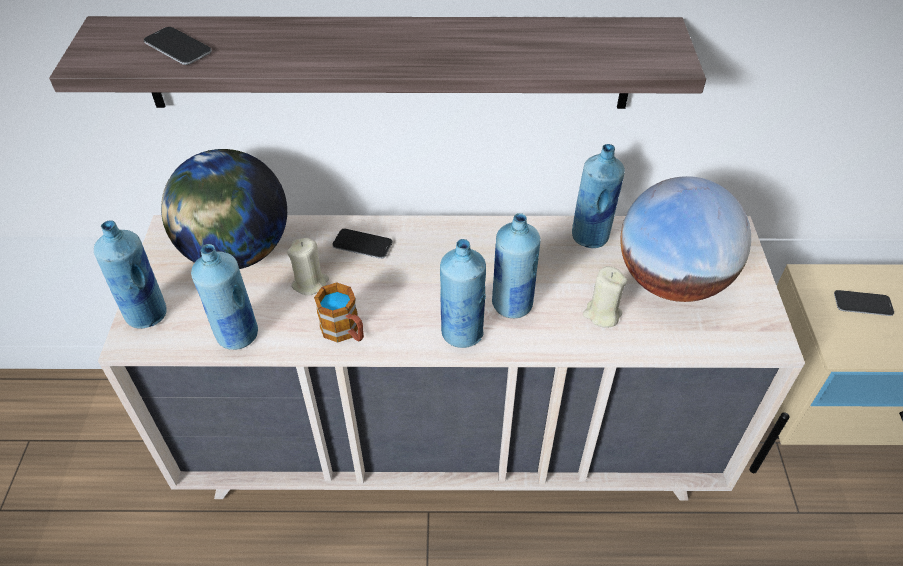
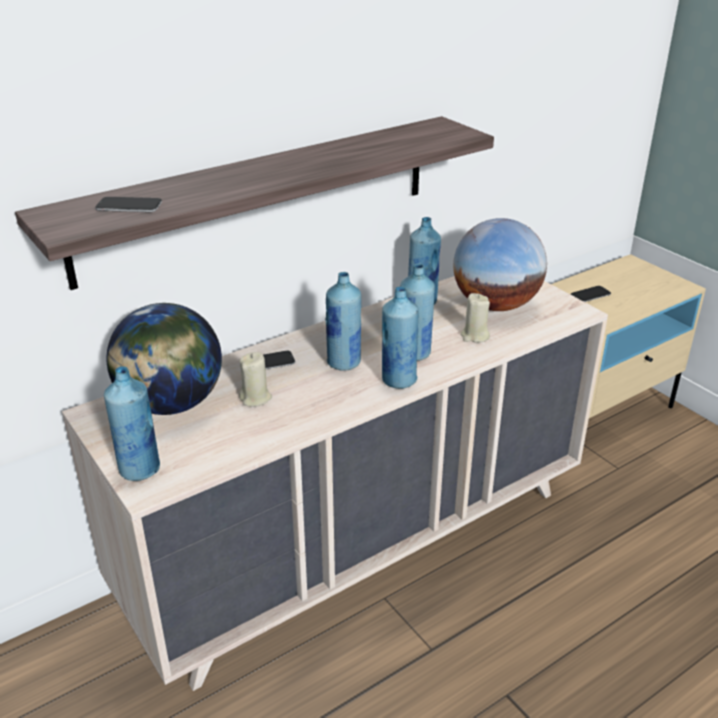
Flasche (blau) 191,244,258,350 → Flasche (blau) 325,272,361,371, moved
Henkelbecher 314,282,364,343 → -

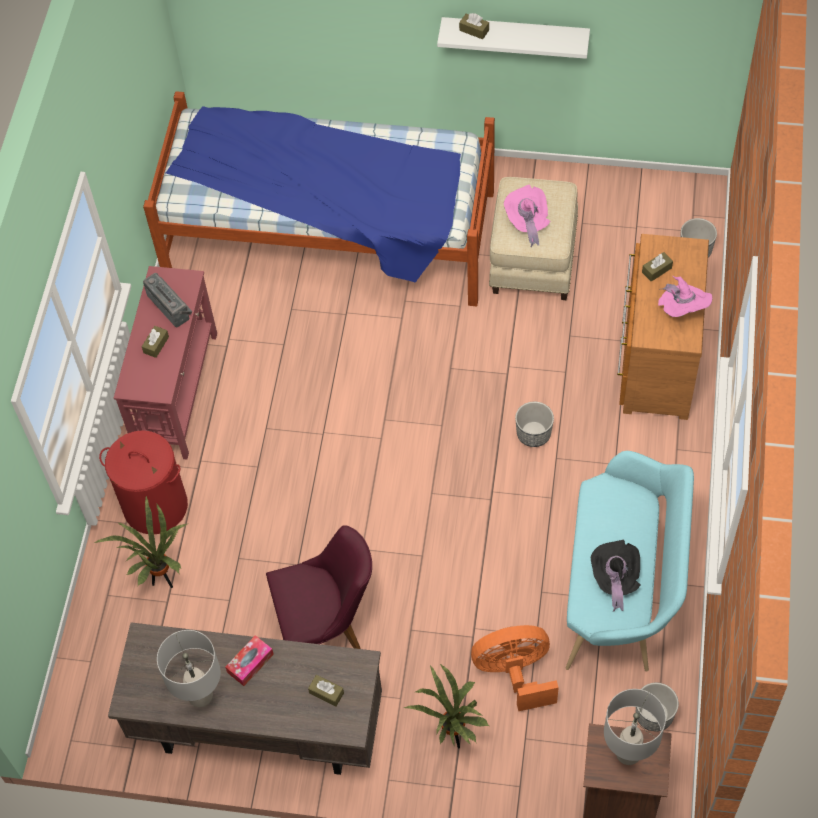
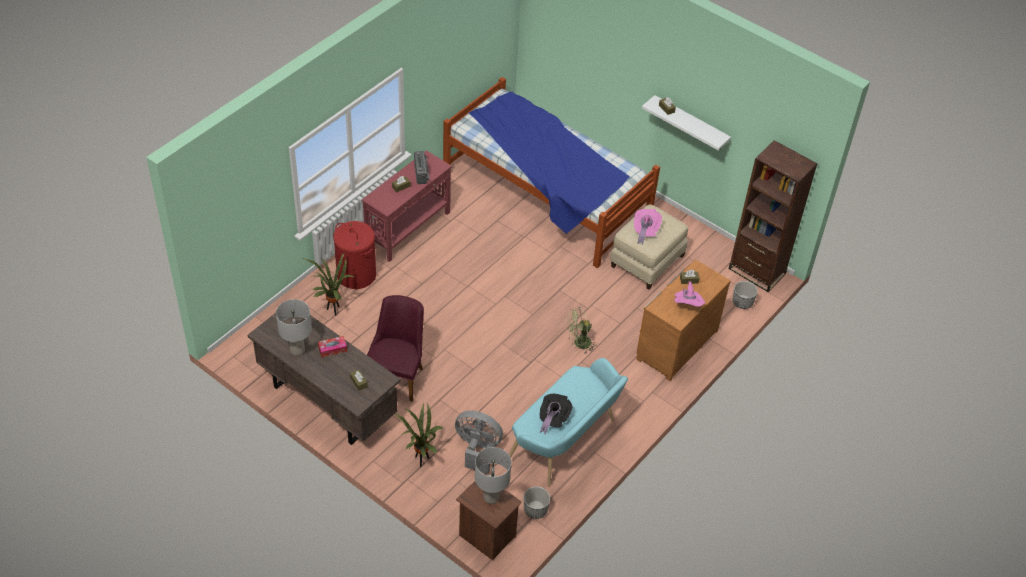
Stuhl (lila) 266,525,372,649 → Stuhl (lila) 367,295,424,402, 90 degrees counterclockwise
Ventilator (orange) 471,625,559,711 → Ventilator (grau) 455,410,503,474
Pflanzkübel 515,402,554,447 → Ventilator (grün) 566,307,597,353
- → Bücherregal (braun) 729,140,817,292

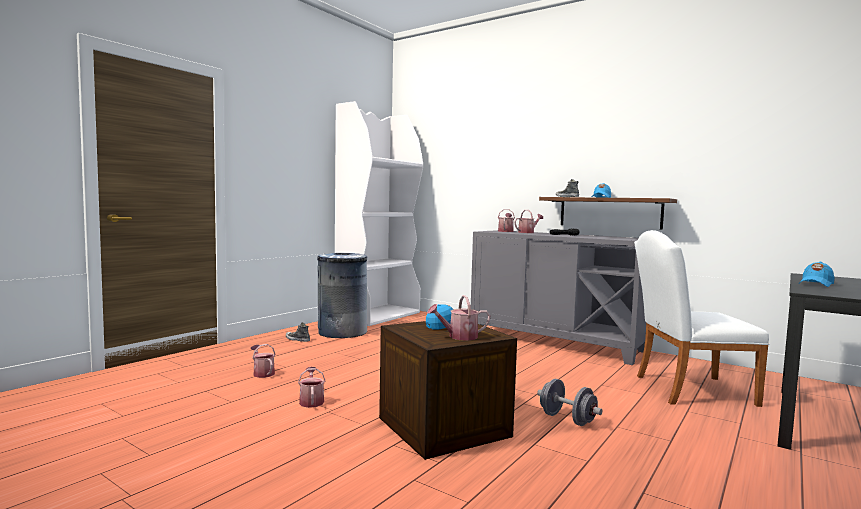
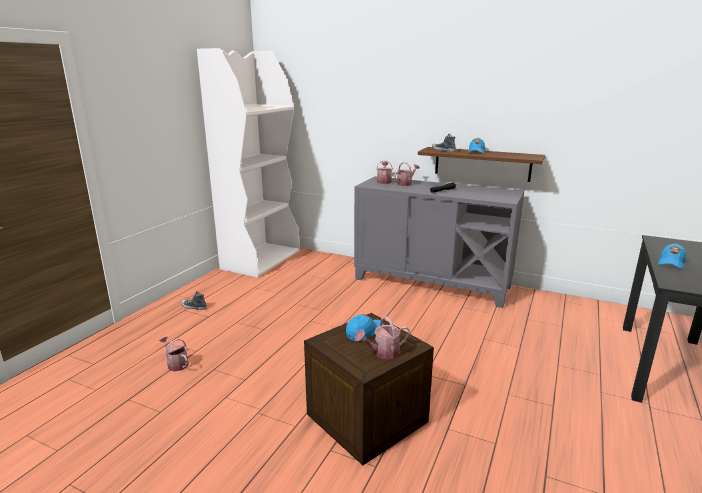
Gießkanne 298,367,325,408 → -
Mülleimer (grau) 317,253,368,338 → -
Hantel (grau) 537,379,602,426 → -
Stuhl (weiß) 634,230,769,407 → -

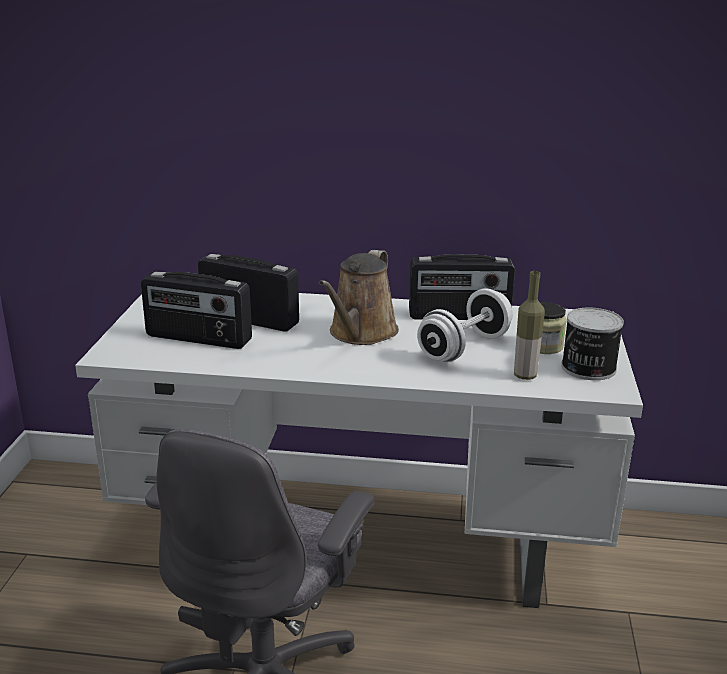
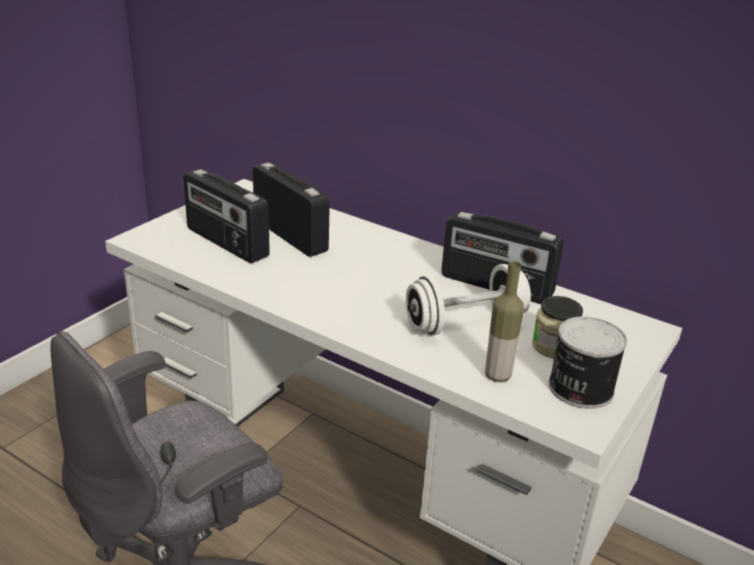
Gießkanne (braun) 319,250,399,345 → -

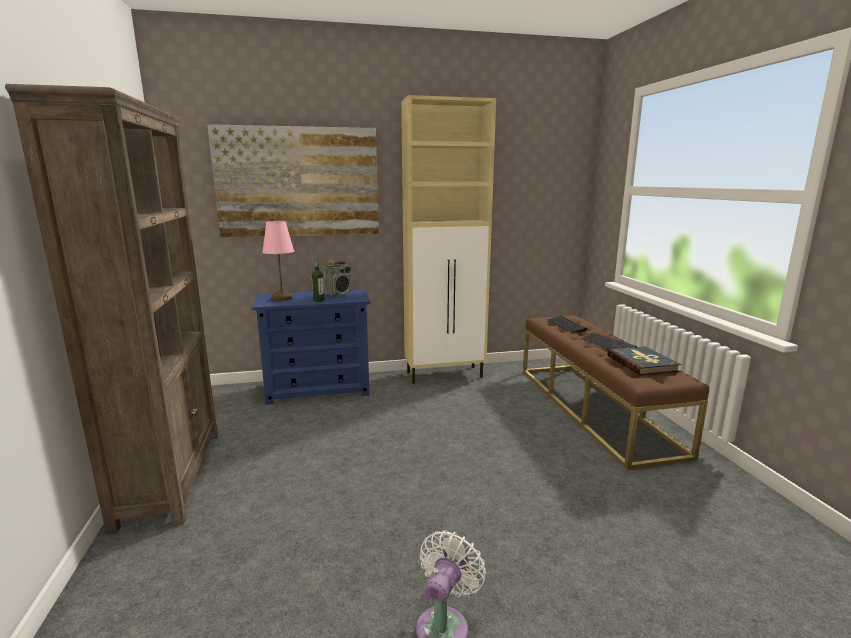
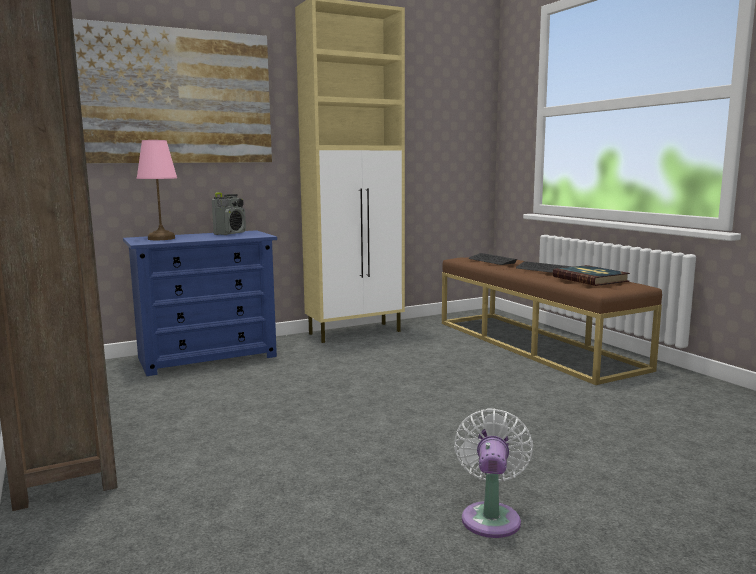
Flasche 312,259,325,302 → -

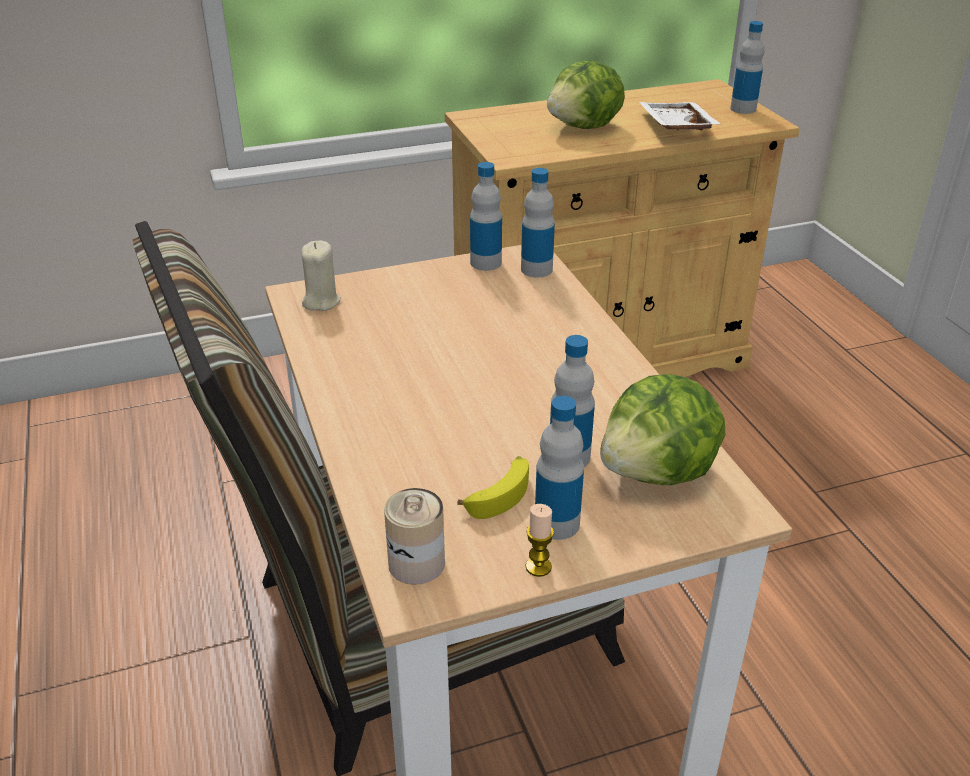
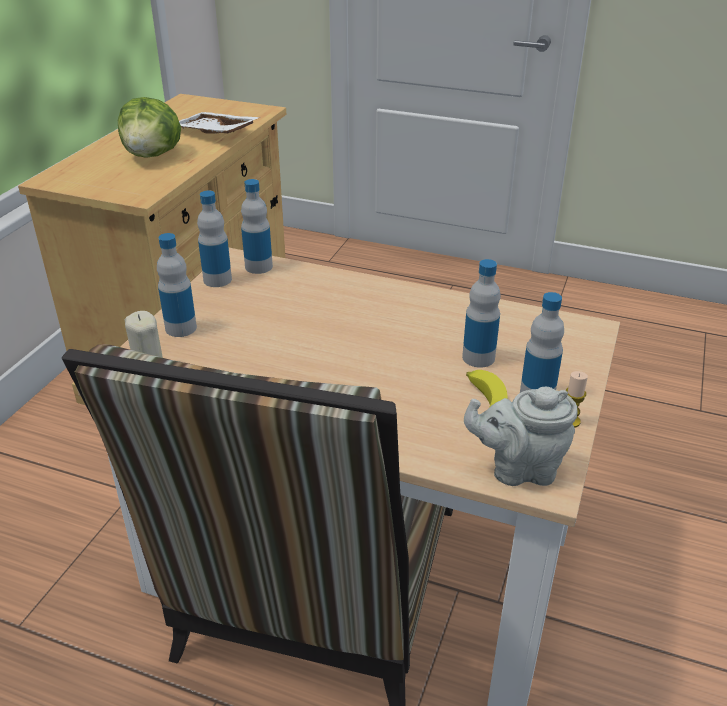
Dose 384,488,445,585 → Teekanne (grau) 464,386,577,486
Salatkopf 600,374,725,485 → -
Flasche 730,21,764,114 → Flasche 157,233,197,337, moved

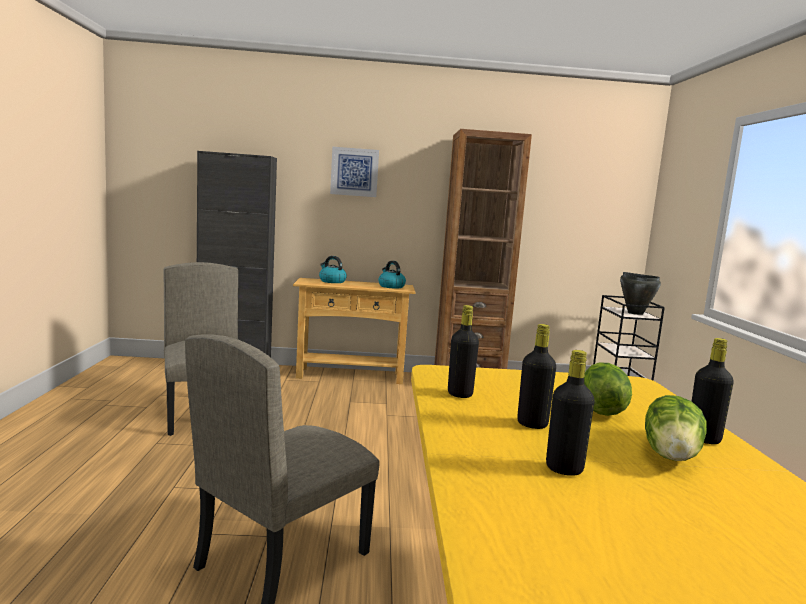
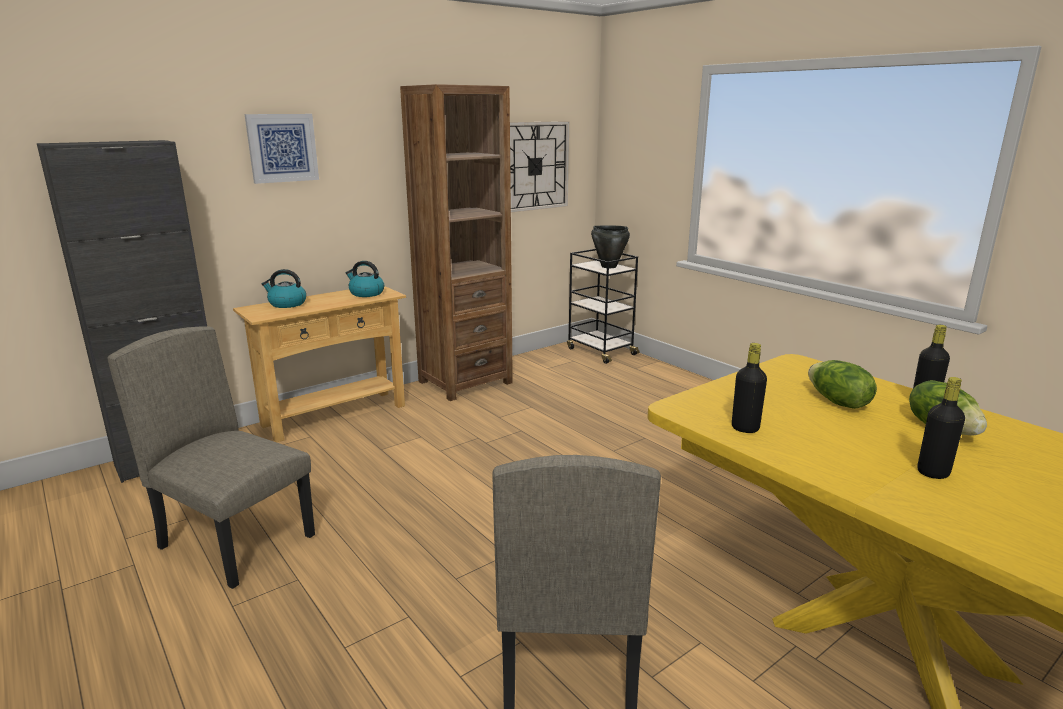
Flasche (schwarz) 517,324,556,429 → -
- → Wanduhr 510,121,569,213

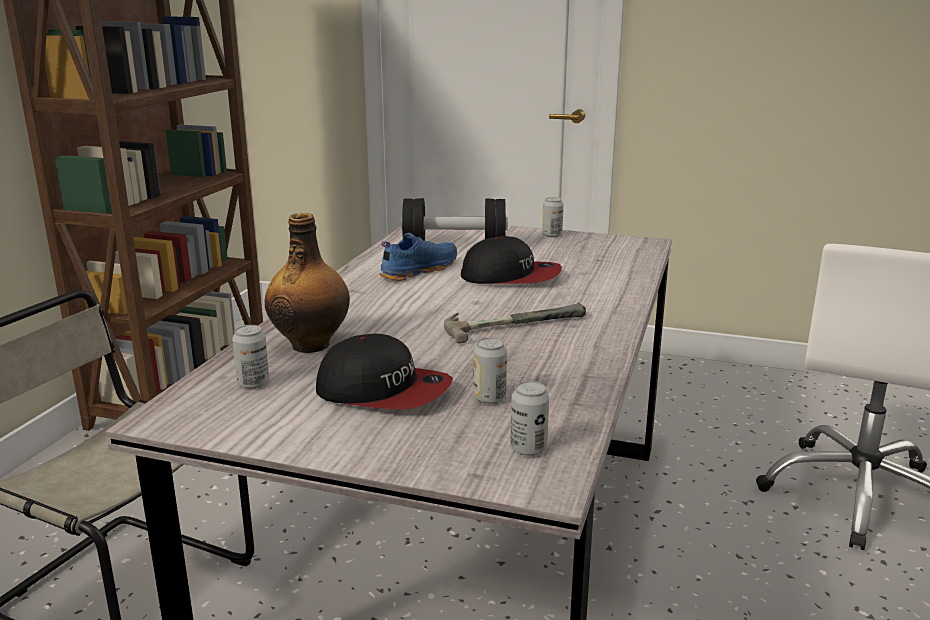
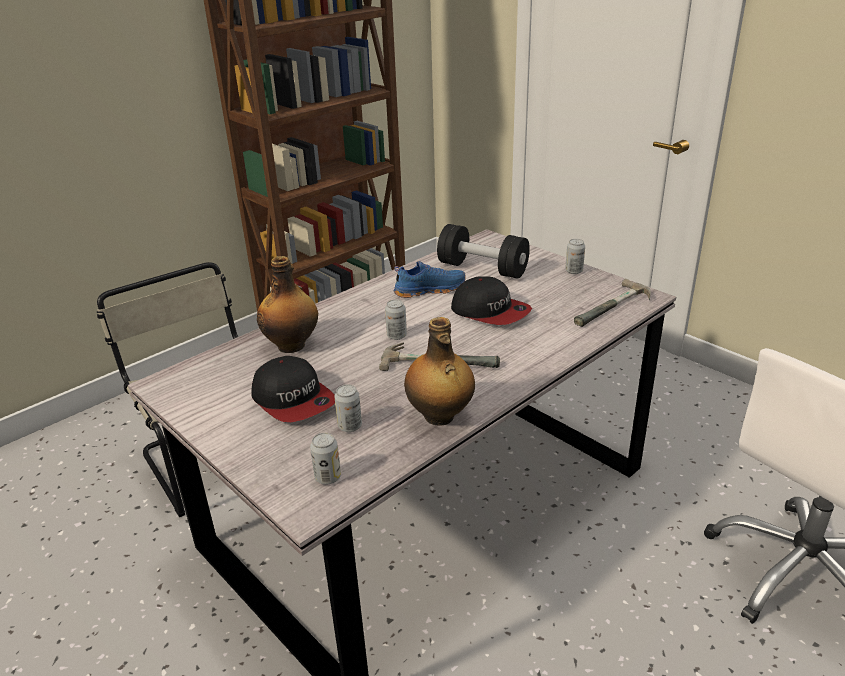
Dose 232,325,269,389 → Dose 385,299,407,340, moved
- → Flasche 404,317,475,426
- → Hammer 574,279,651,327

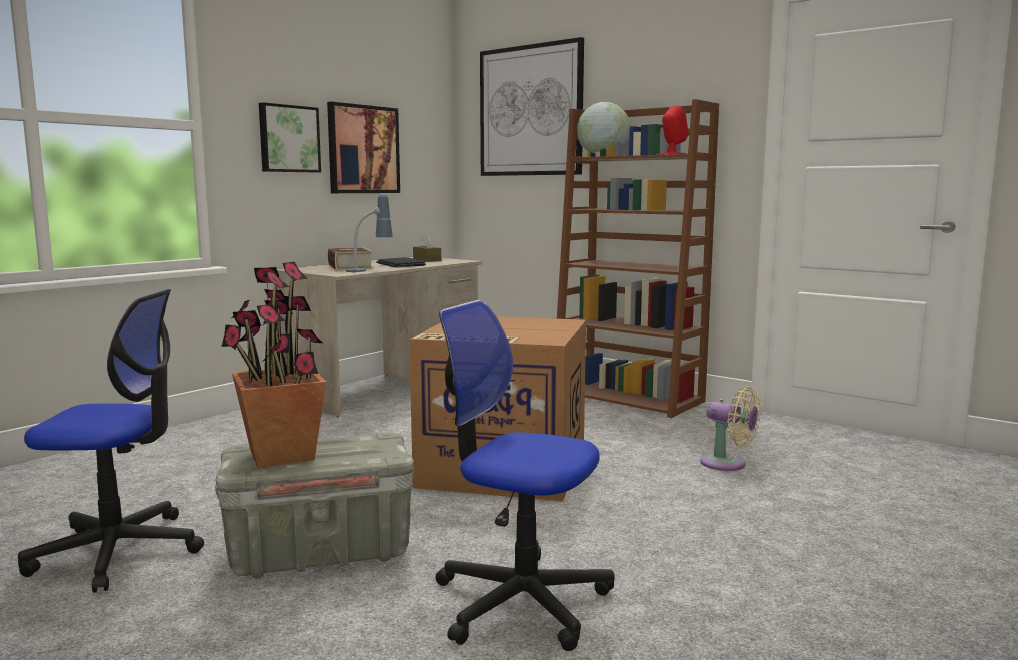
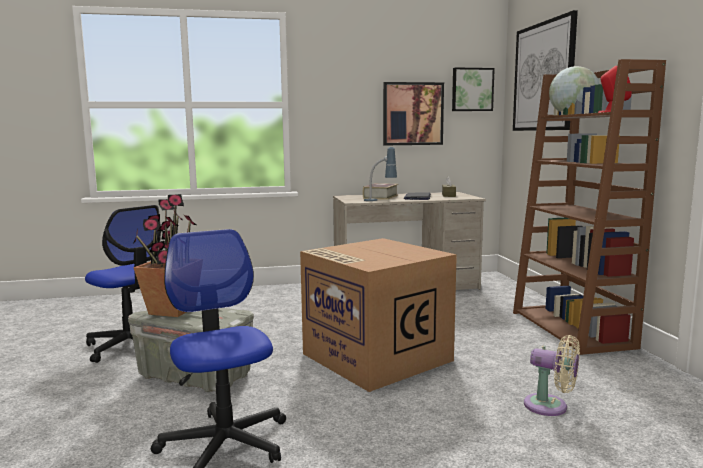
Bild 259,102,321,173 → Bild 452,67,495,111, moved
Ventilator (beige) 700,387,761,471 → Ventilator (beige) 524,335,580,416, 45 degrees counterclockwise

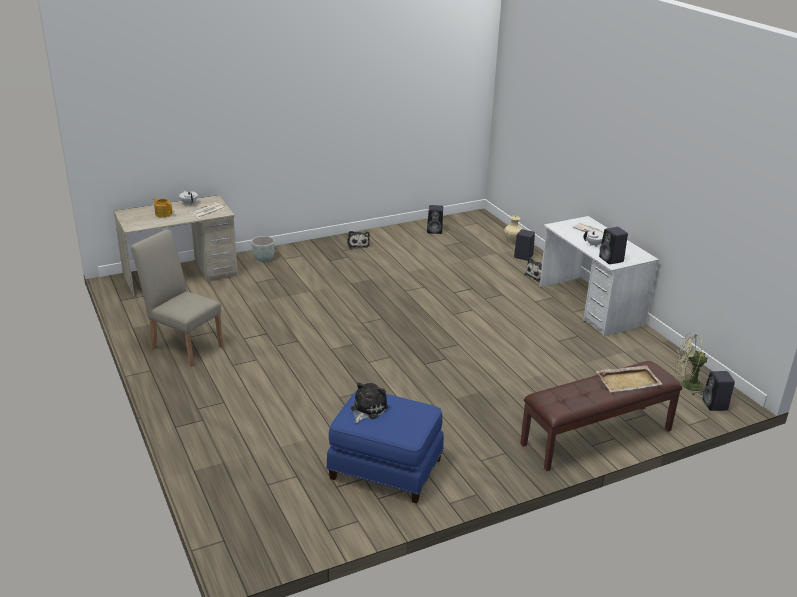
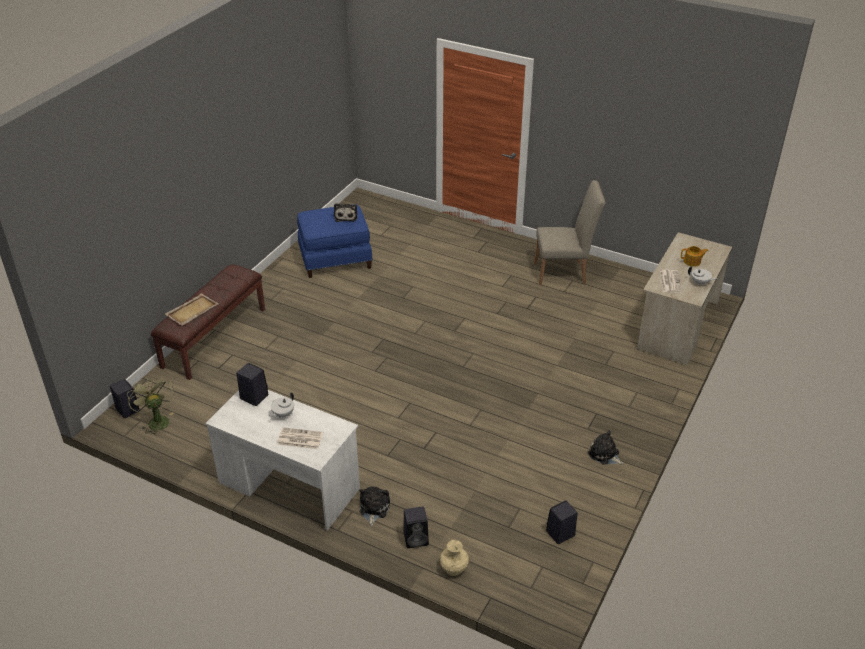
Pflanzkübel (grau) 251,236,275,262 → -
Ventilator (grün) 675,333,708,395 → Ventilator (grün) 127,375,174,436, 90 degrees counterclockwise

